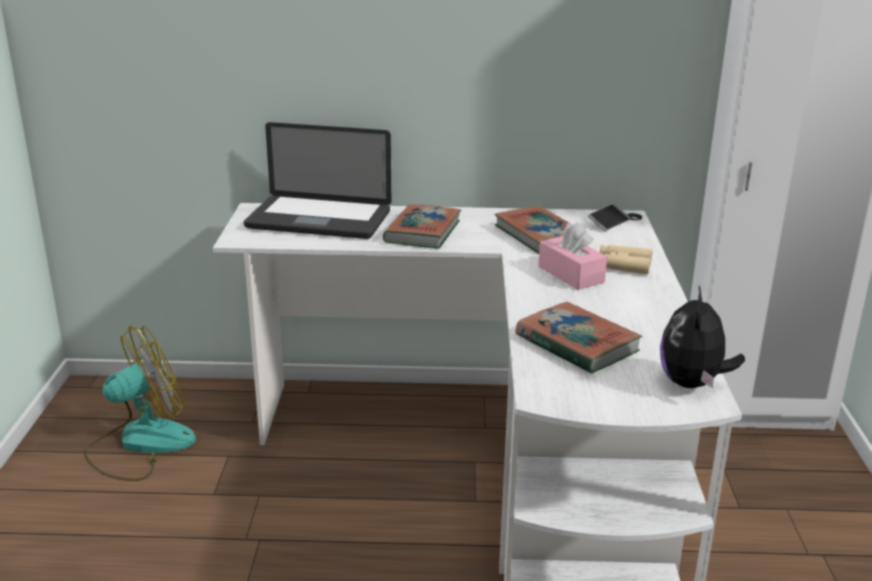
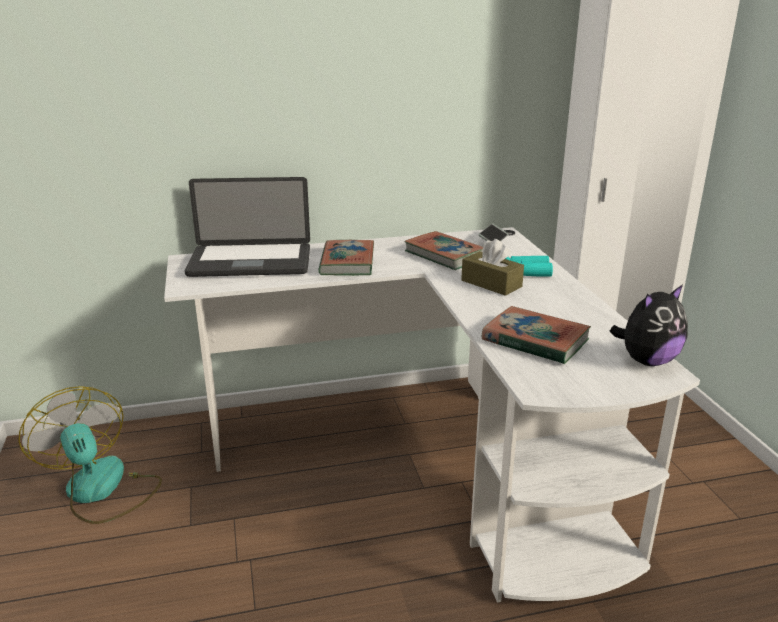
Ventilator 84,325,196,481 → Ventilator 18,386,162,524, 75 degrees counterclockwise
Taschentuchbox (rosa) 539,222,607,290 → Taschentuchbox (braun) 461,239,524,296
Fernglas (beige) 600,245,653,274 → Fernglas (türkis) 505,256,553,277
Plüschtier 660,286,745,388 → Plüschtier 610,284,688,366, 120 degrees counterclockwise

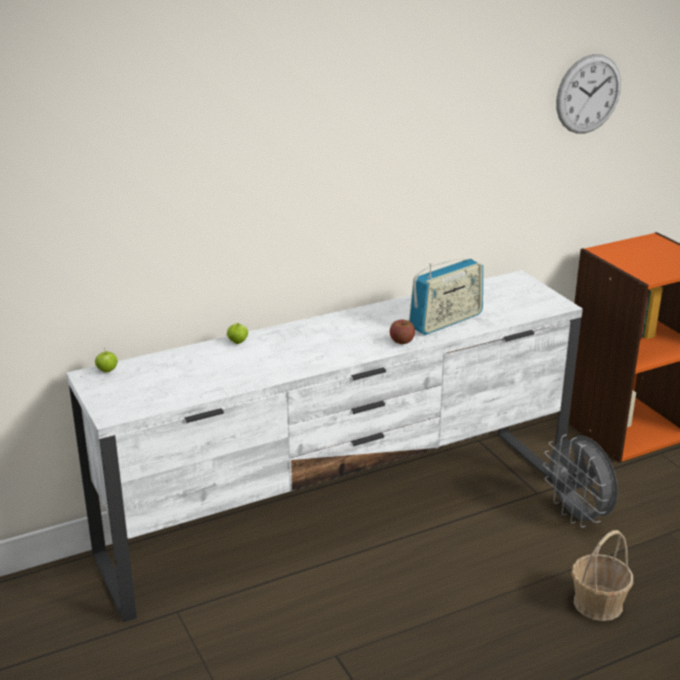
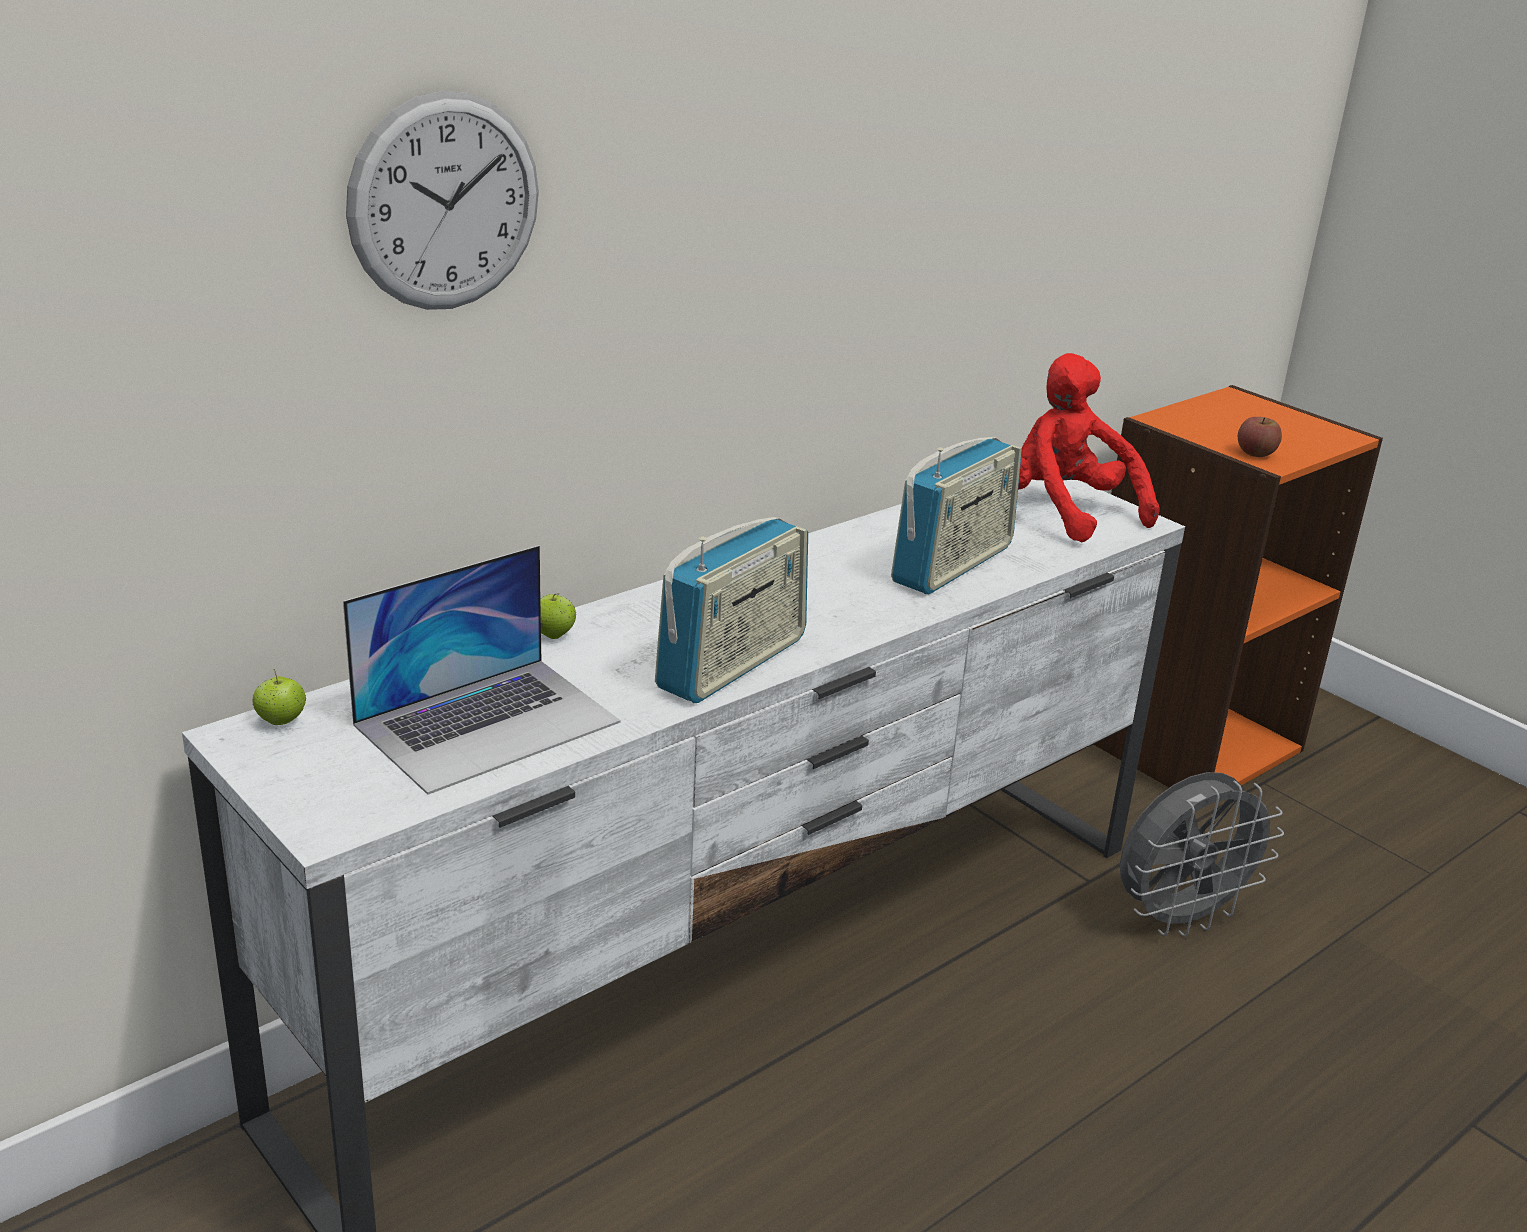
Apfel 390,320,415,344 → Apfel 1238,417,1282,457, moved
Ventilator (grau) 543,434,618,528 → Ventilator (grau) 1120,772,1284,937, 75 degrees counterclockwise
Wanduhr 556,54,621,134 → Wanduhr 346,91,539,310, moved
Korb 572,530,633,621 → -
- → Laptop 343,545,621,795
- → Radio 655,517,808,703
- → Plüschtier (rot) 1018,353,1159,543

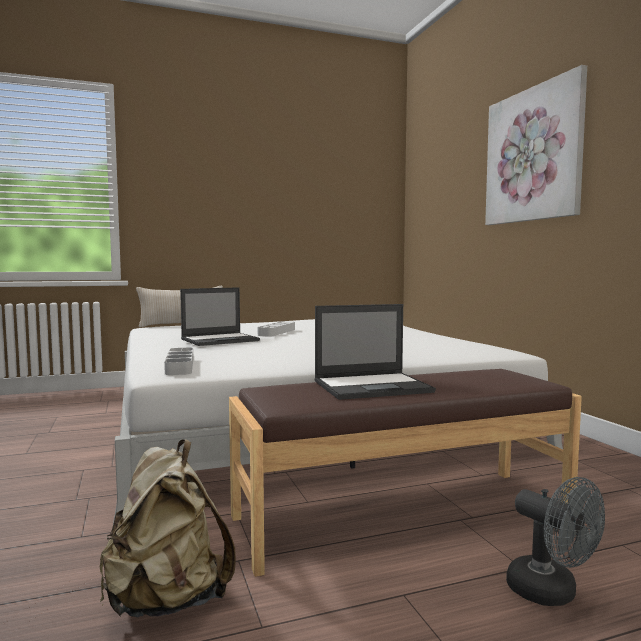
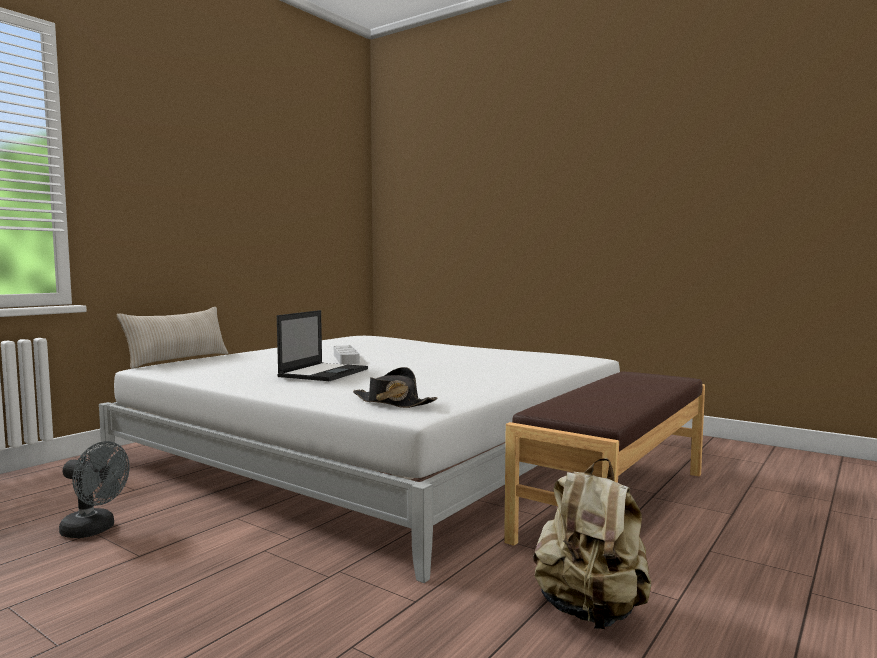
Tablett (grau) 164,348,193,375 → Hut (schwarz) 353,367,438,408
Laptop 315,304,436,400 → -
Bild 485,65,587,225 → -
Ventilator (grau) 506,477,605,606 → Ventilator (grau) 59,441,130,538, moved

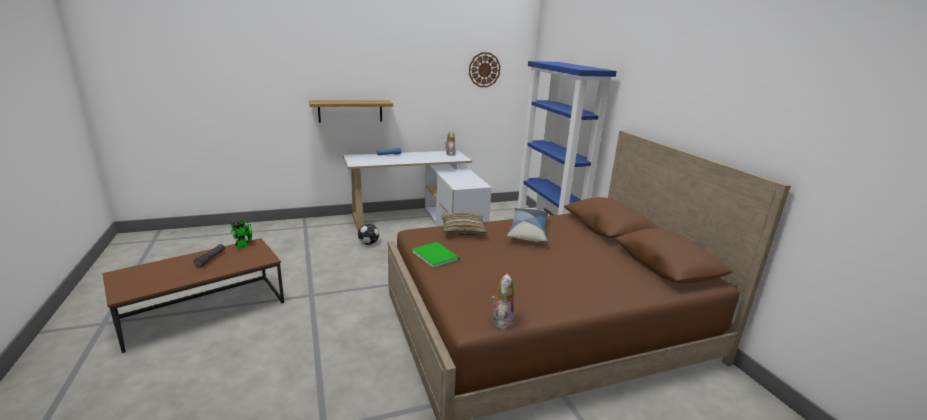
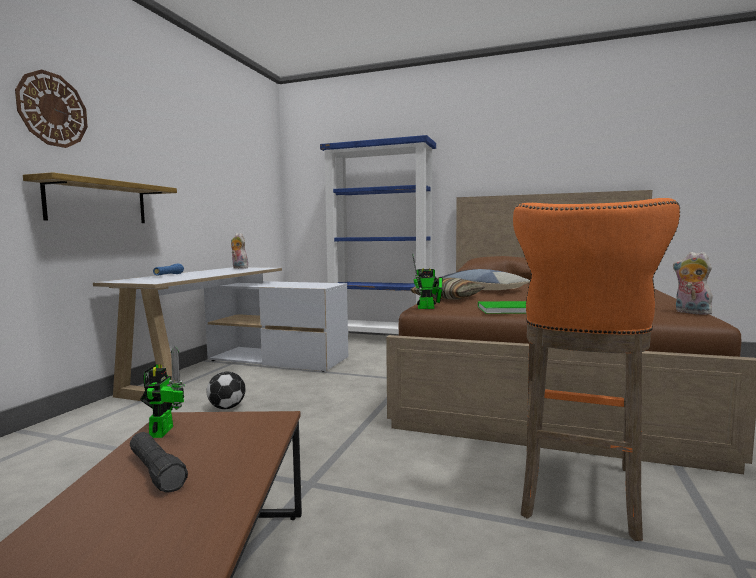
Wanduhr 469,52,500,87 → Wanduhr 15,69,88,148, moved
- → Spielzeugroboter 412,254,443,309
- → Hocker (orange) 513,198,680,541

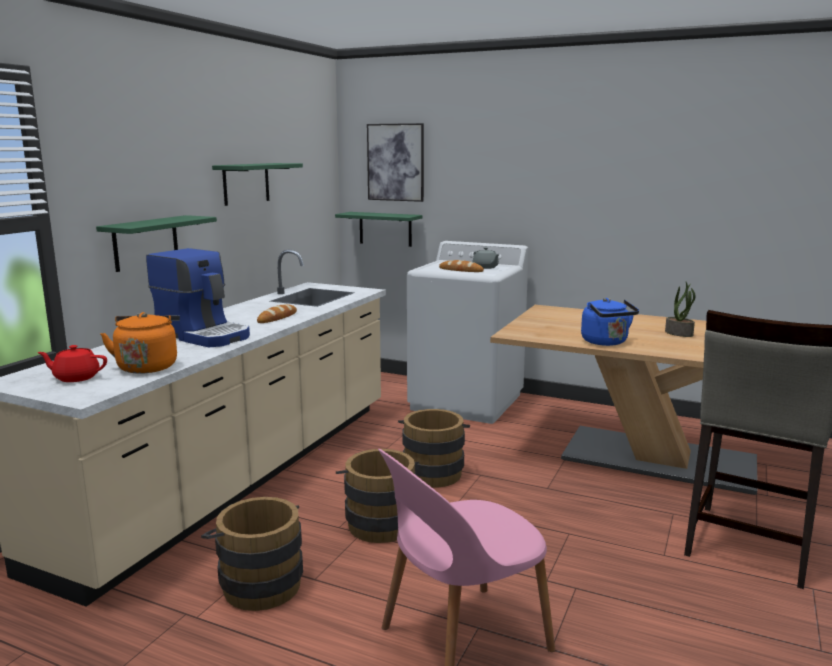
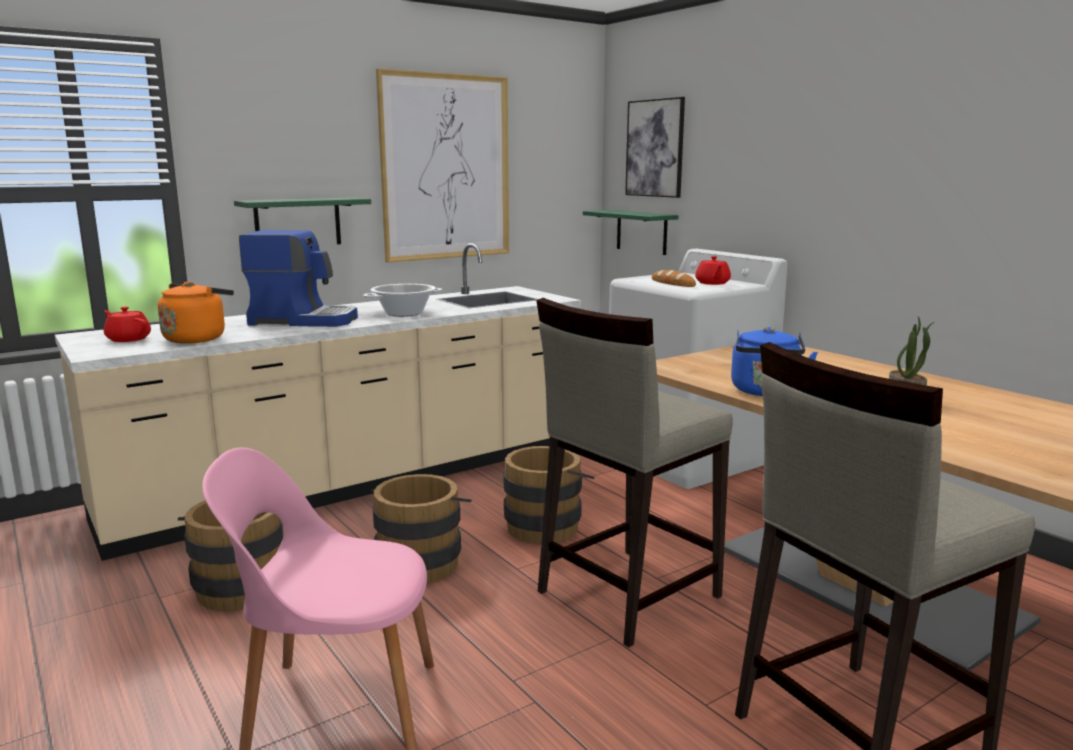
Kaffeemaschine 146,248,250,347 → Kaffeemaschine 239,230,358,327, 60 degrees counterclockwise
Wandregal (grün) 212,163,303,206 → Bild 376,68,509,263
Brot 257,304,297,323 → Kochtopf 363,284,442,317
Teekanne (grau) 473,247,500,269 → Teekanne (rot) 695,256,731,285
- → Hocker (beige) 536,298,733,647

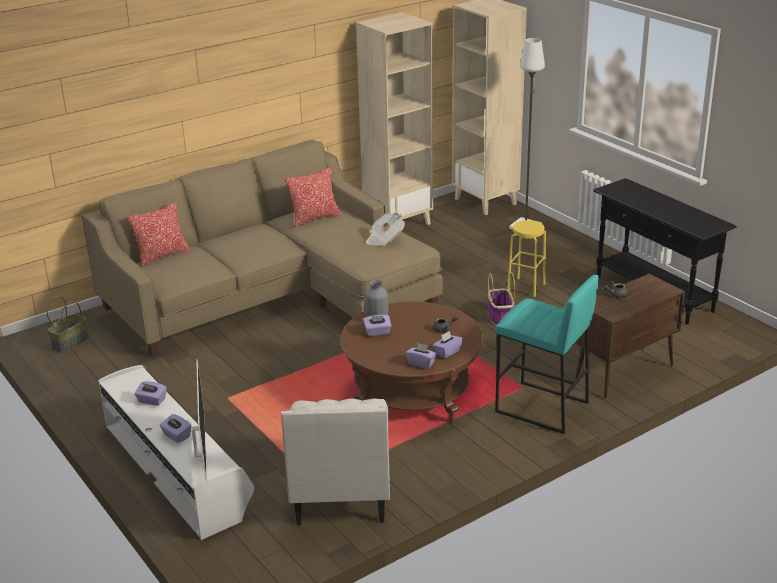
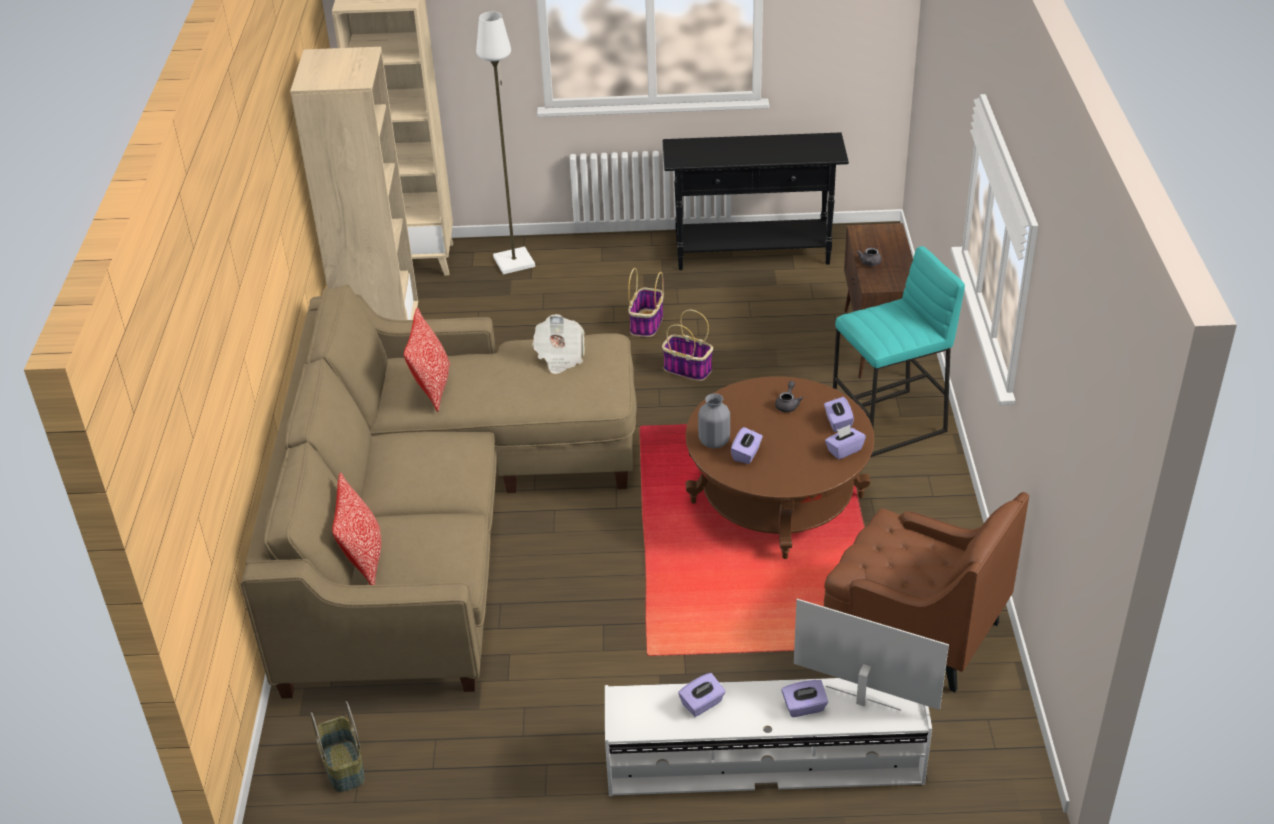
Sessel (weiß) 281,398,390,525 → Sessel (braun) 824,492,1029,692
Hocker (gelb) 507,220,546,297 → Korb 628,268,664,337

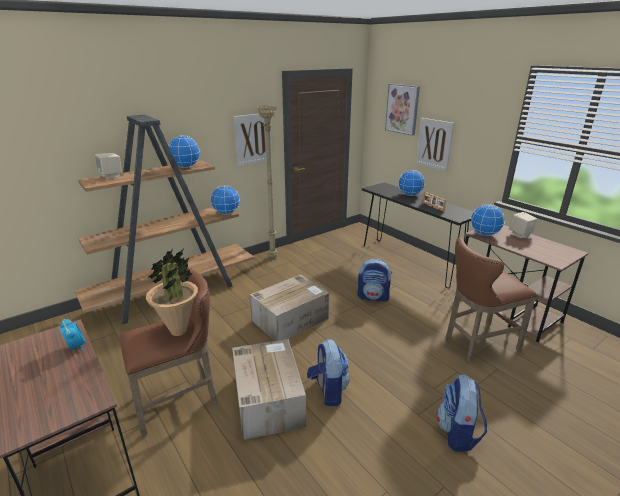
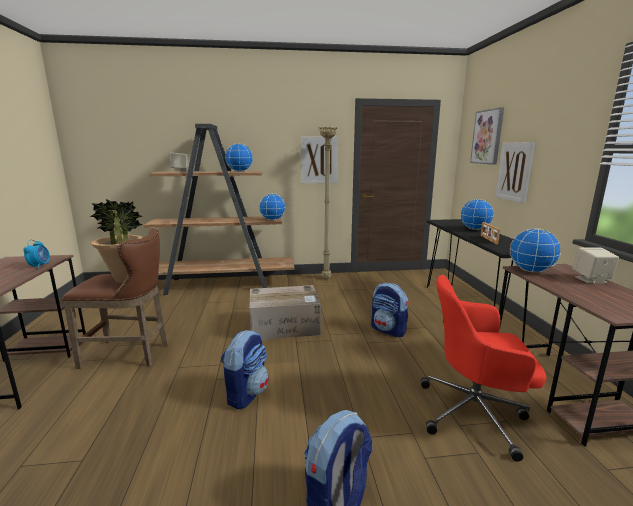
Karton 232,339,306,440 → -
Hocker (braun) 445,237,536,362 → Bürostuhl (rot) 421,275,546,462

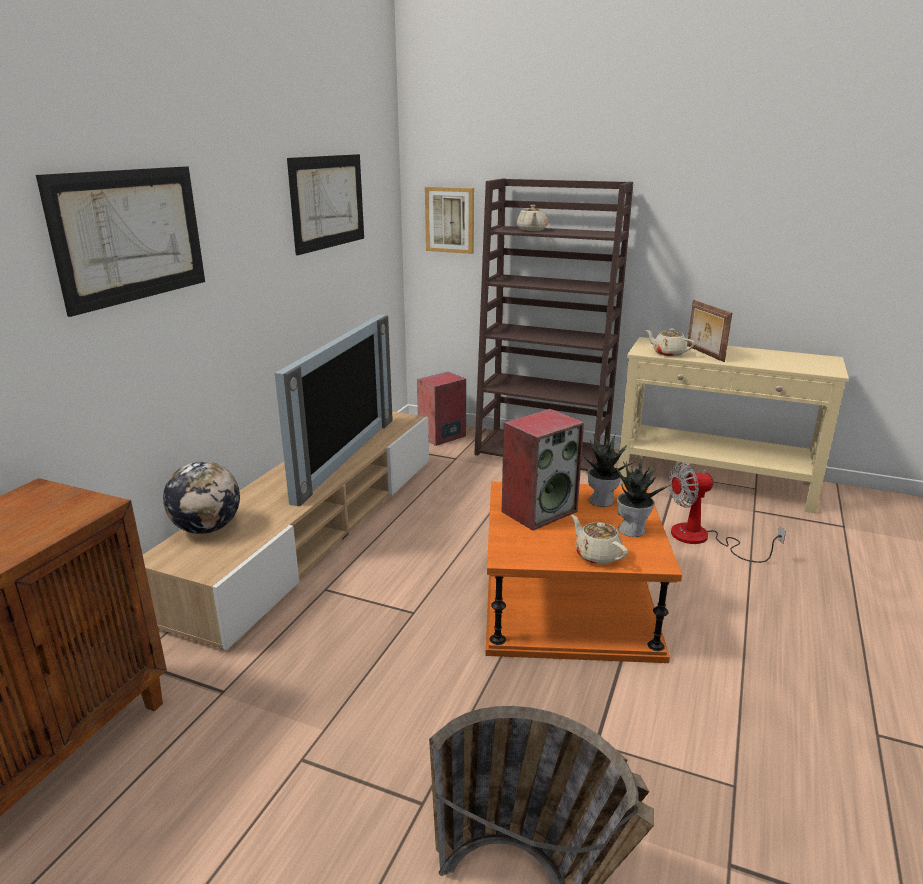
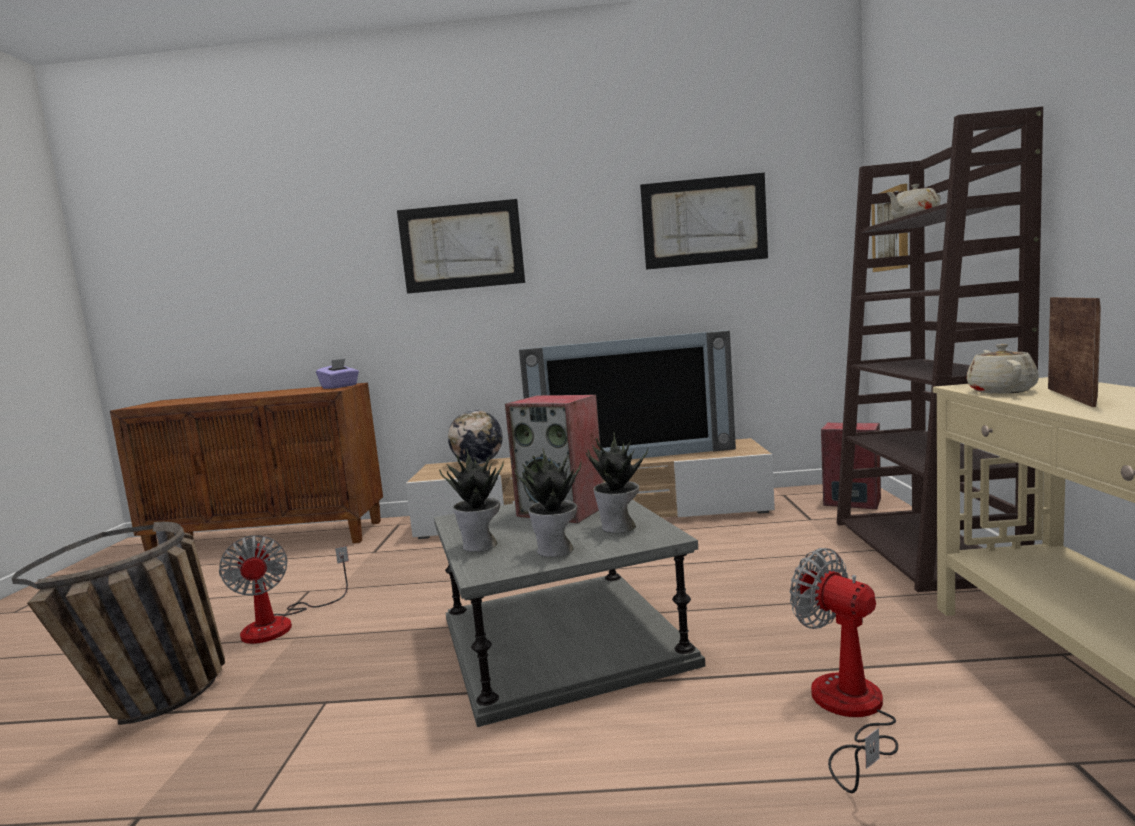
Beistelltisch (orange) 486,482,682,663 → Beistelltisch (grau) 434,499,705,727
Teekanne (beige) 571,515,628,565 → Topfpflanze 439,448,504,552
Bilderrahmen 687,300,732,362 → Bilderrahmen 1048,297,1101,407, 150 degrees clockwise
- → Ventilator 219,535,349,644
- → Taschentuchbox (lila) 316,359,359,389

